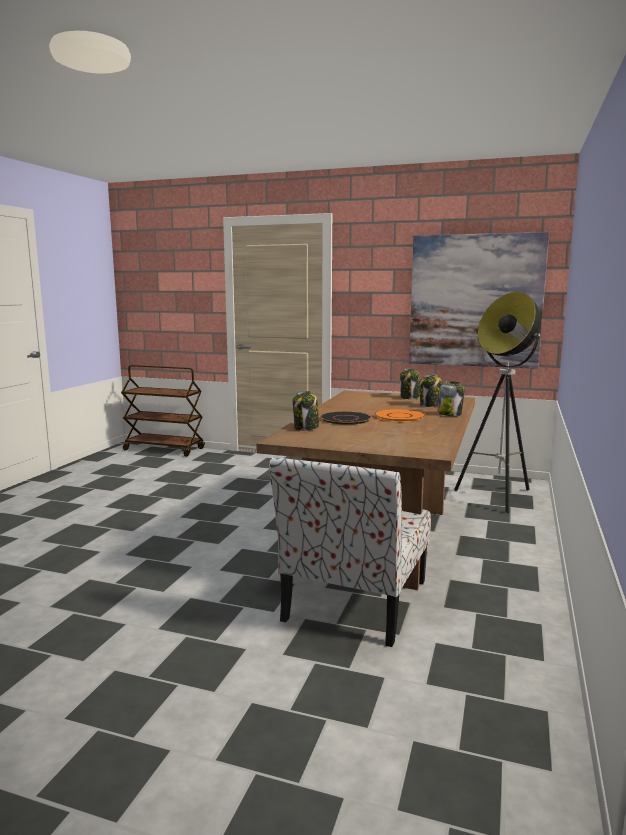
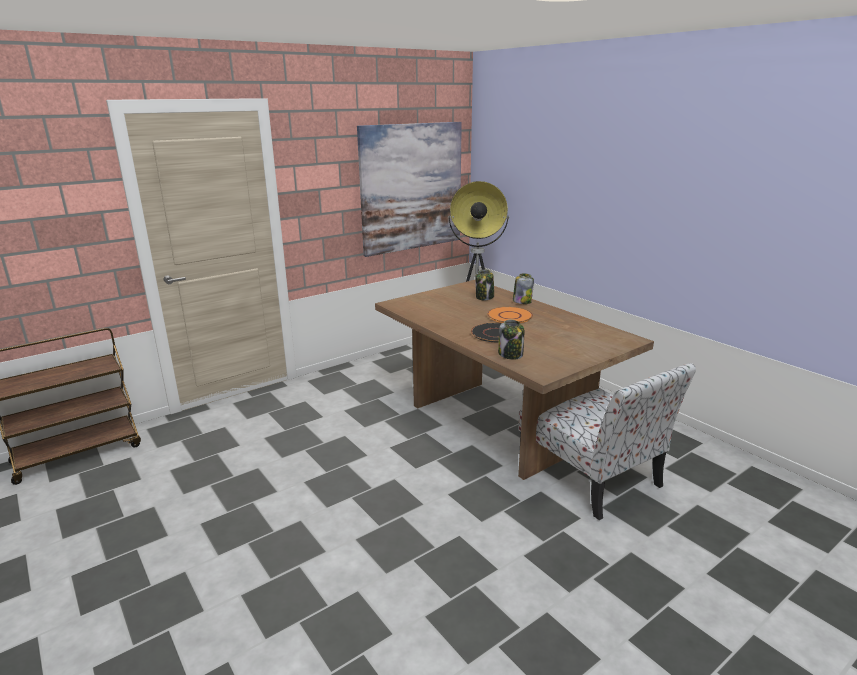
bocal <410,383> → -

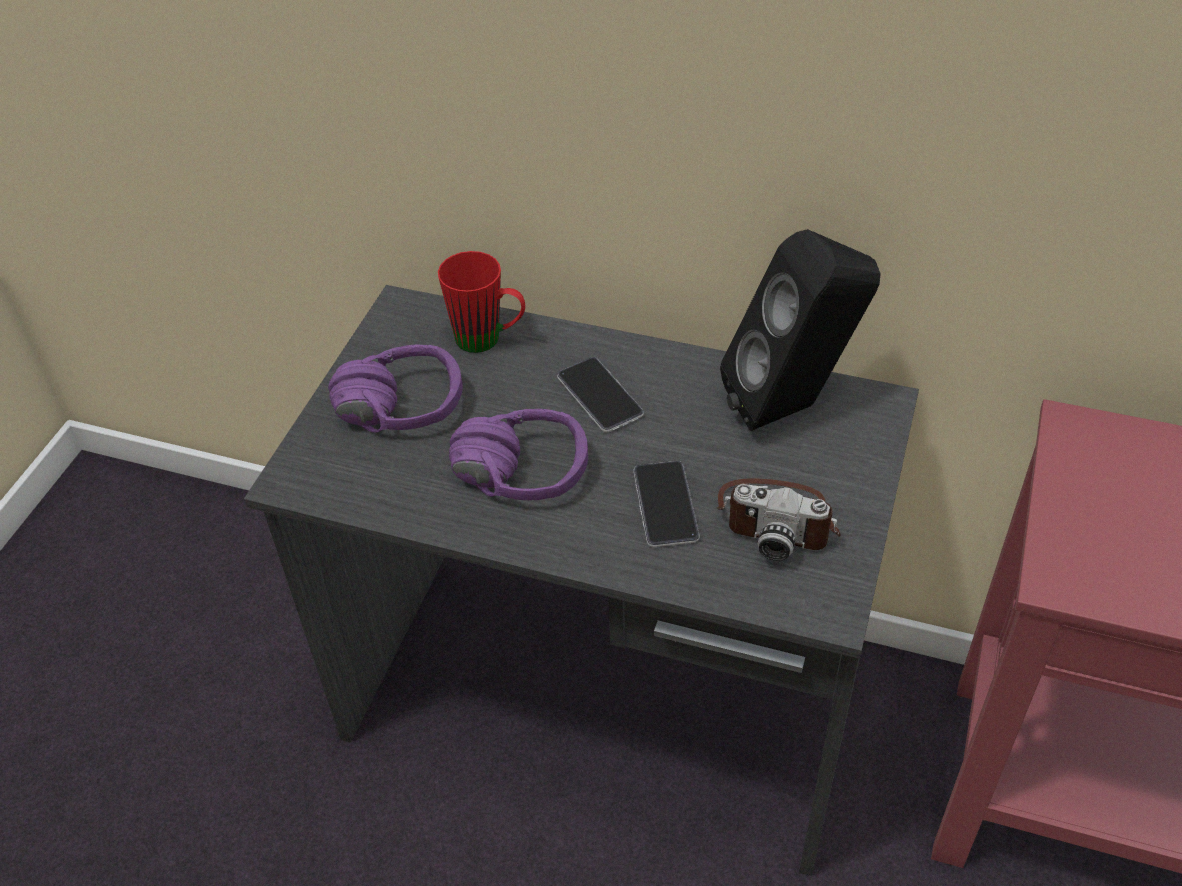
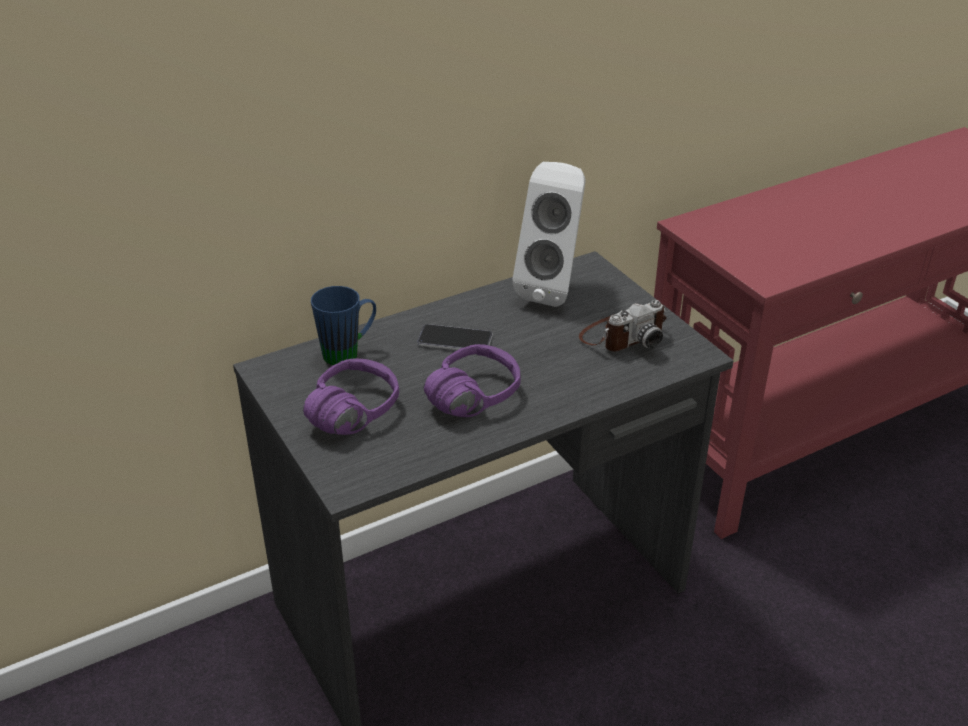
mug [rouge] <481,302> → mug [bleu] <343,325>
enceinte [noir] <800,330> → enceinte [blanc] <549,234>
téléphone <666,504> → -

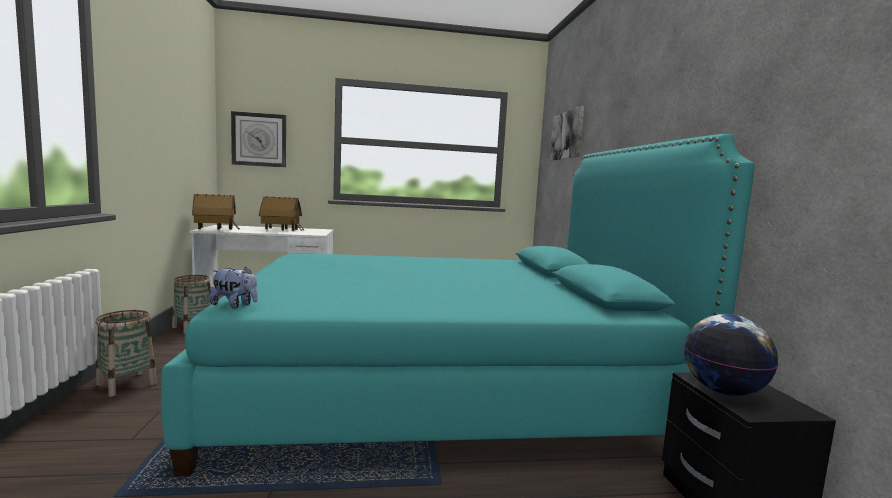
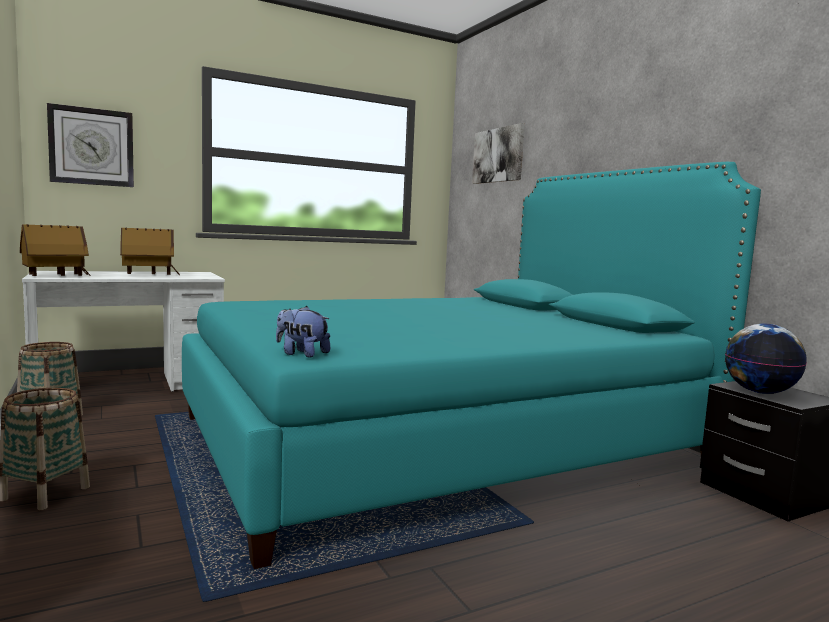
peluche <233,288> → peluche <303,332>, 150 degrees counterclockwise

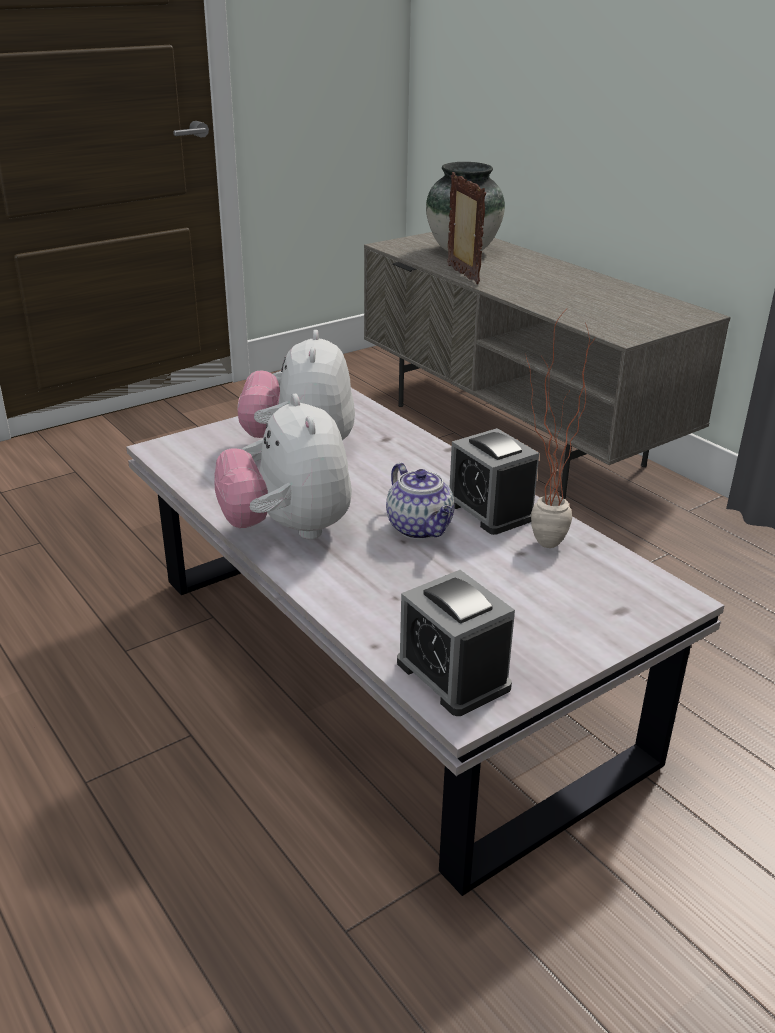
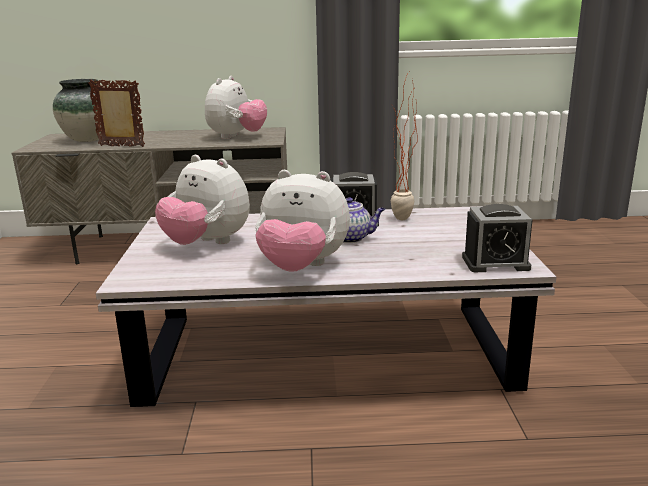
- → peluche <236,107>

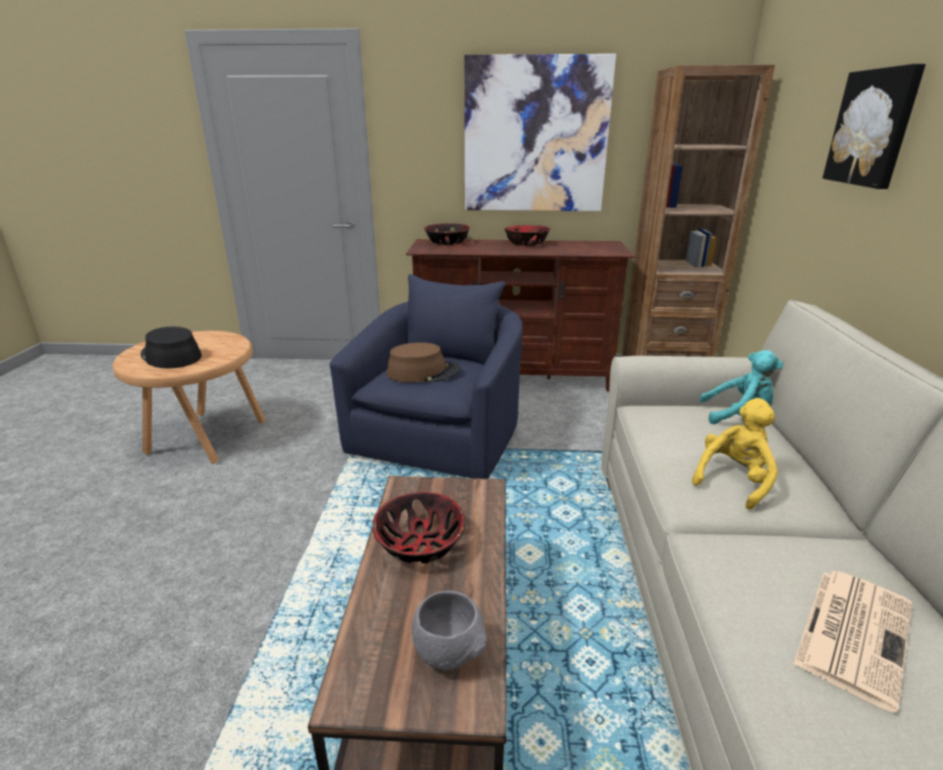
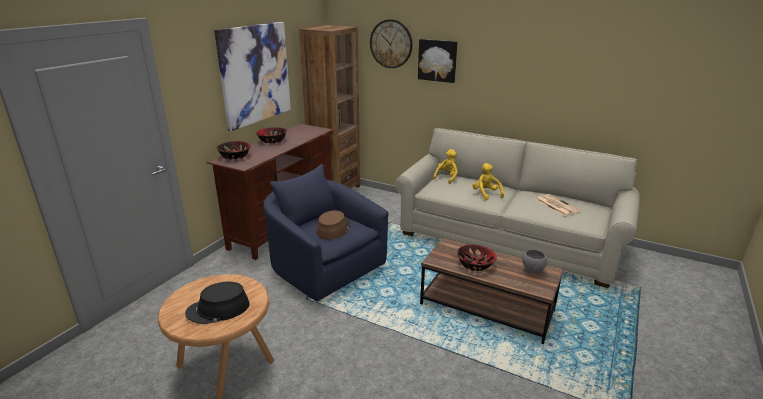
- → horloge murale <391,43>
peluche [turquoise] <741,387> → peluche [jaune] <445,166>

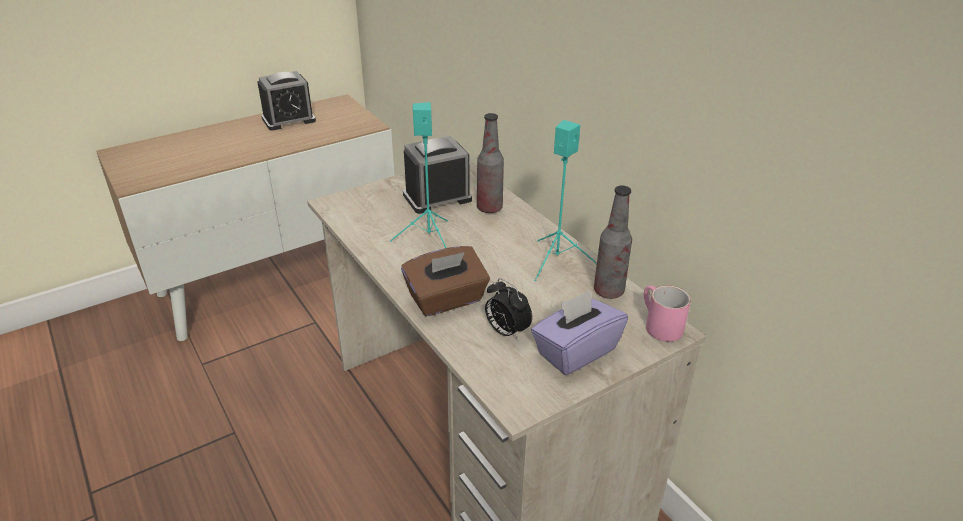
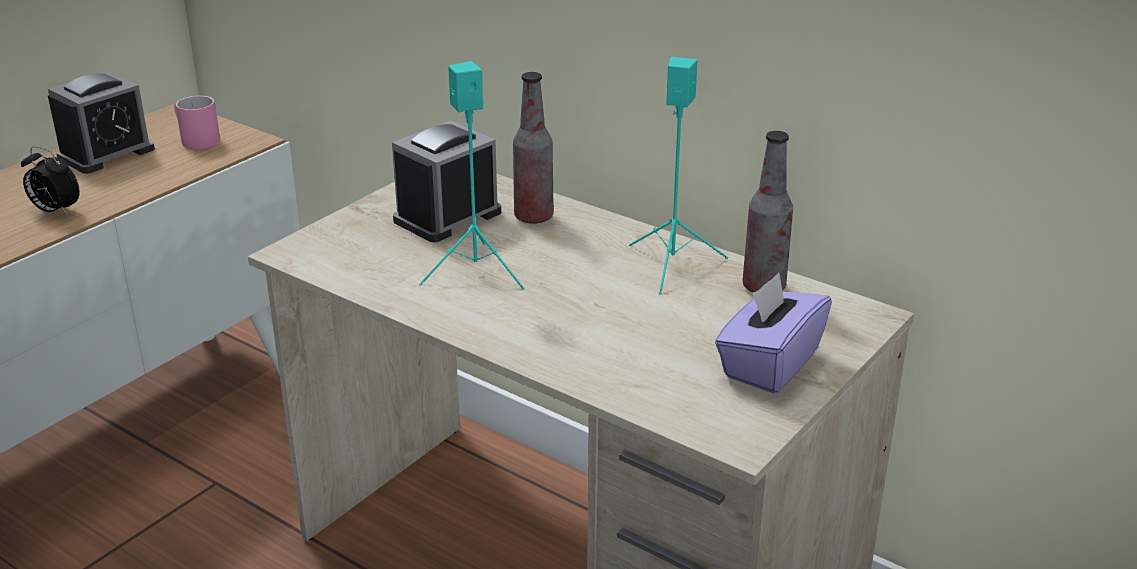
réveil <508,309> → réveil <50,181>, shifted
mug [rose] <667,313> → mug [rose] <197,122>, shifted
boîte à mouchoirs [marron] <445,281> → -

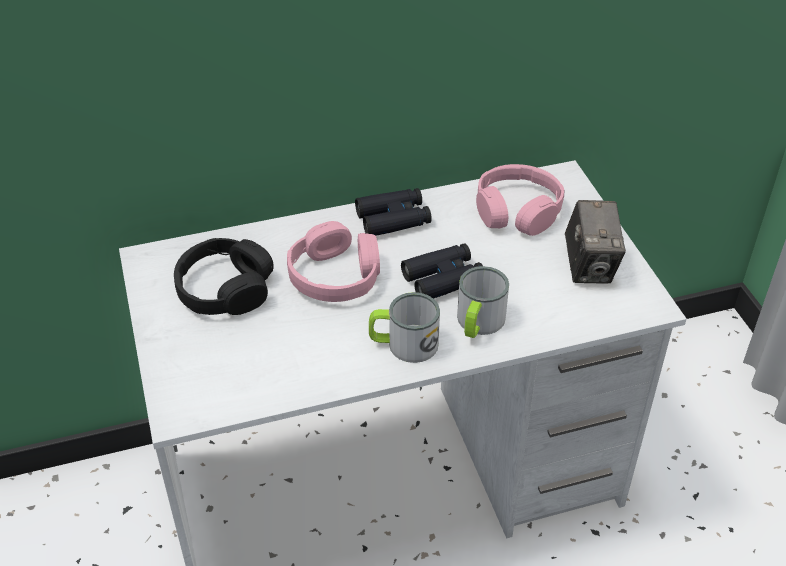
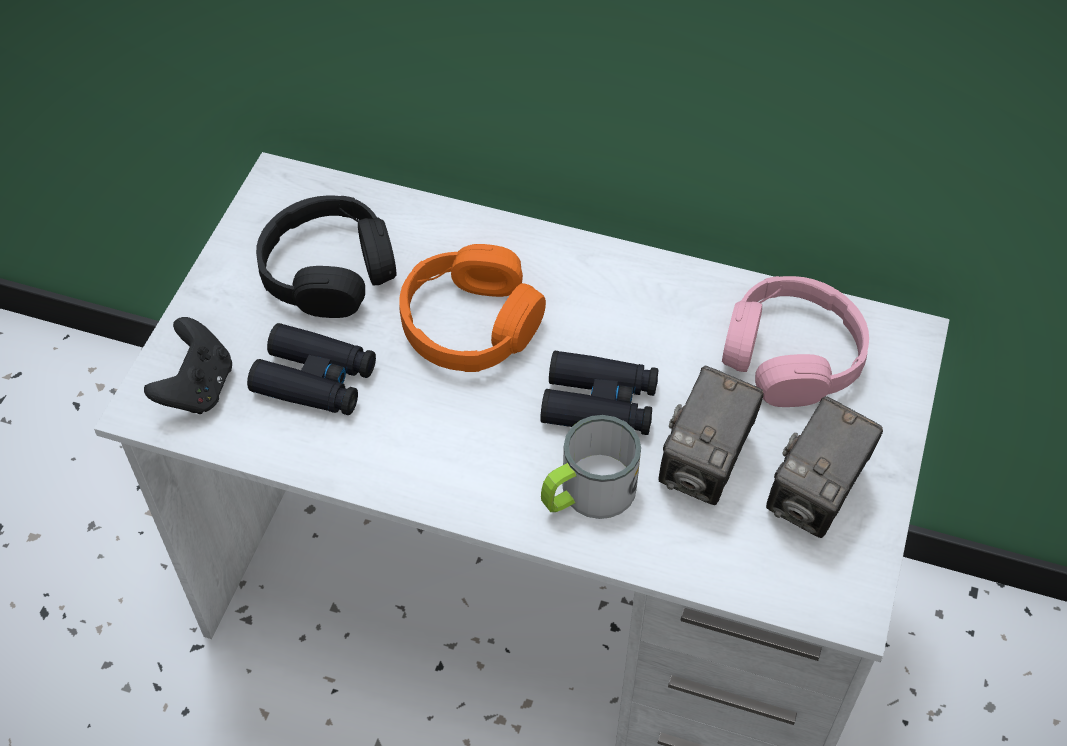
- → manette [noir] <188,365>
jumelles [noir] <393,212> → jumelles [noir] <311,369>, shifted
casque audio [rose] <333,261> → casque audio [orange] <472,308>
- → appareil photo <711,435>
mug <404,327> → -

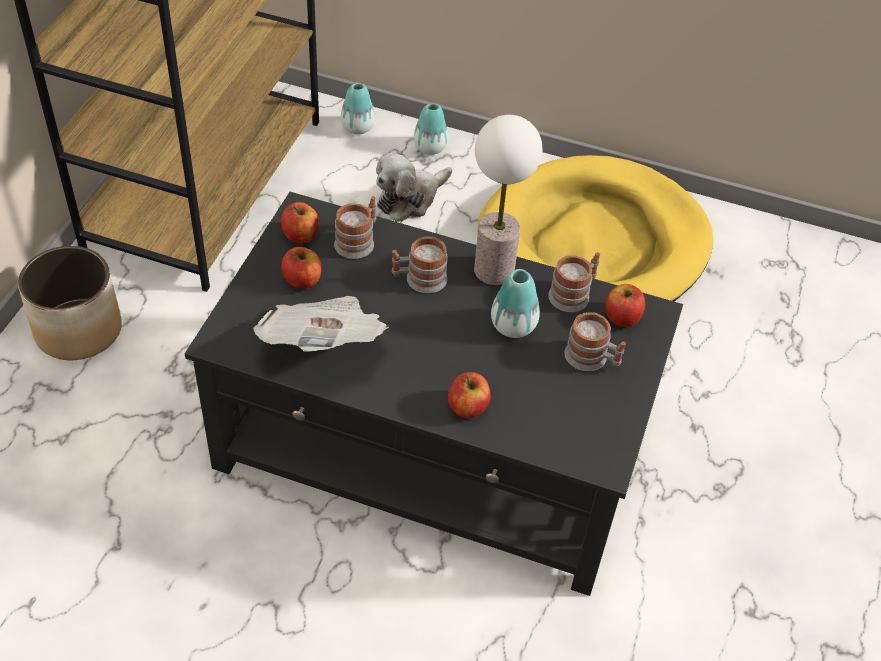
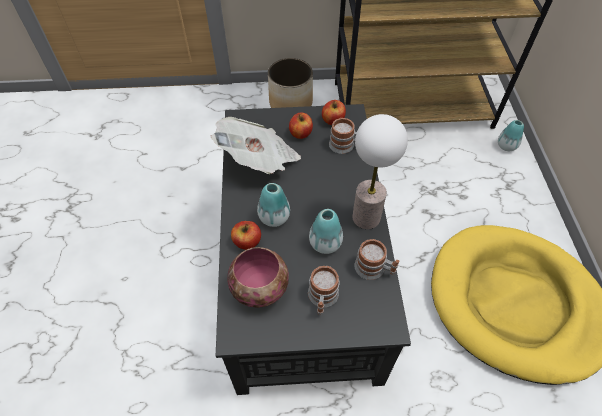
- → bol <258,277>
vase <431,129> → vase <273,205>, shifted
peluche <414,187> → -
mug <420,265> → -
pomme <625,305> → -

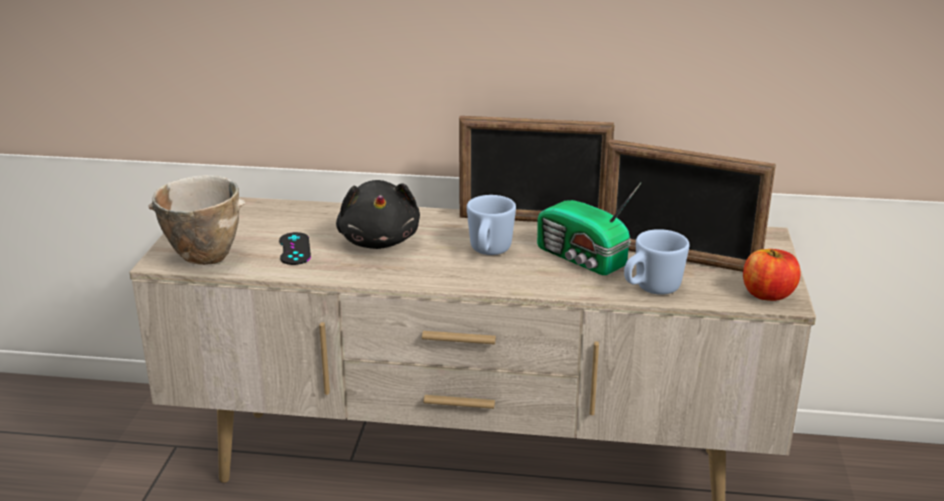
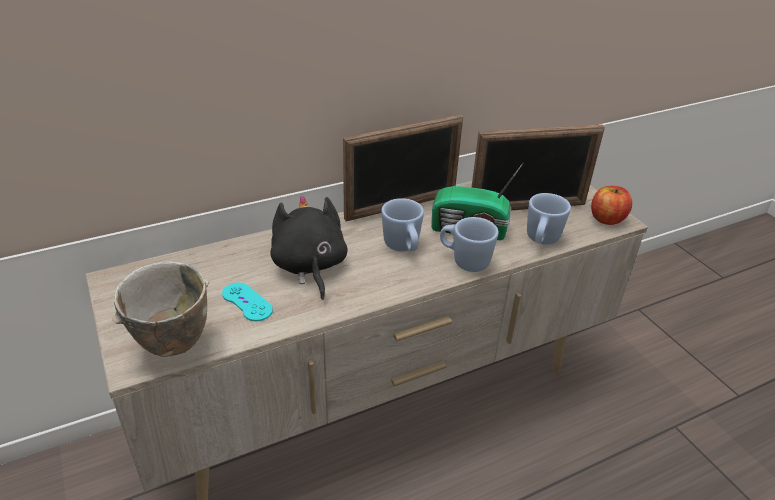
manette [noir] <295,248> → manette [turquoise] <247,302>
peluche [noir] <378,214> → peluche [noir] <309,247>, 150 degrees counterclockwise
- → mug [bleu] <469,244>

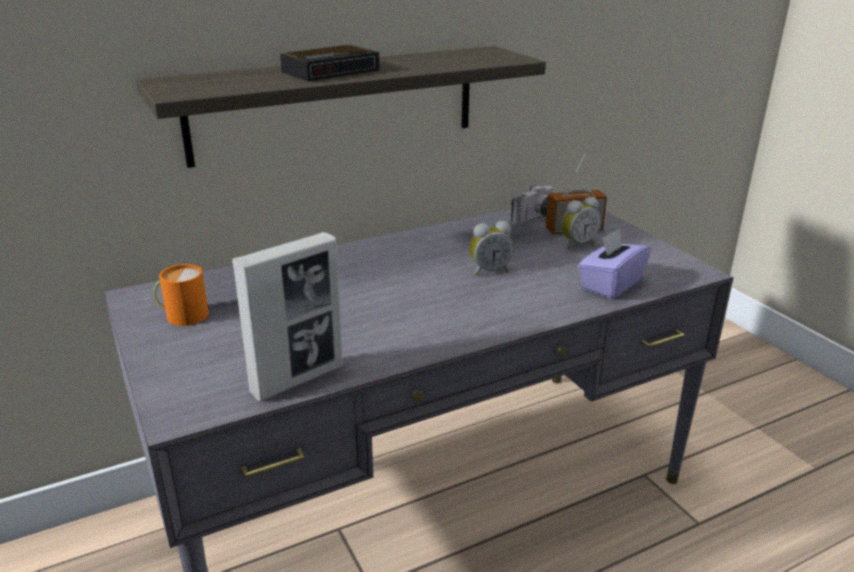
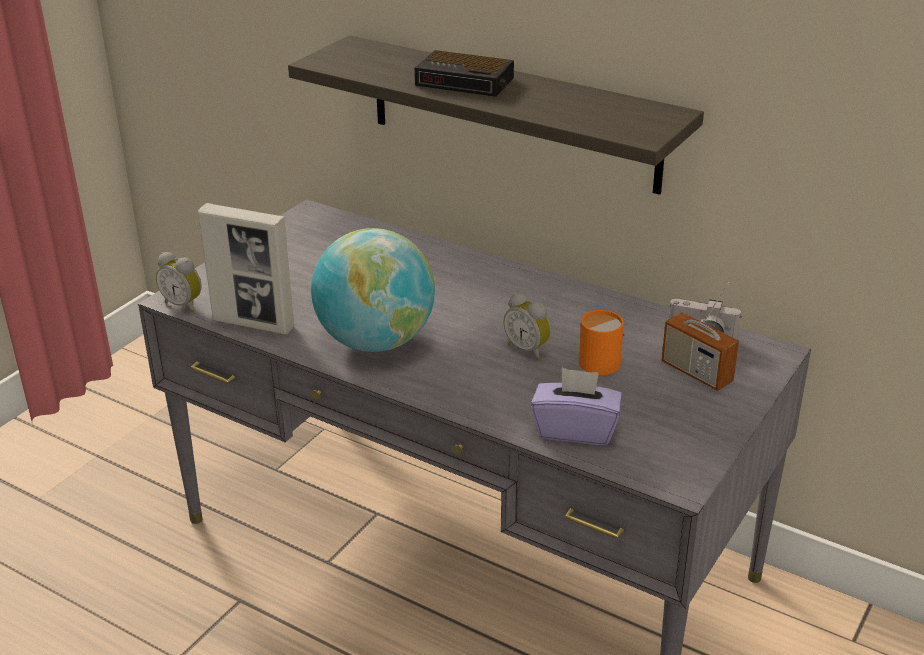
réveil <581,223> → réveil <179,282>, shifted
- → globe <373,290>
mug [orange] <181,295> → mug [orange] <601,342>, shifted

